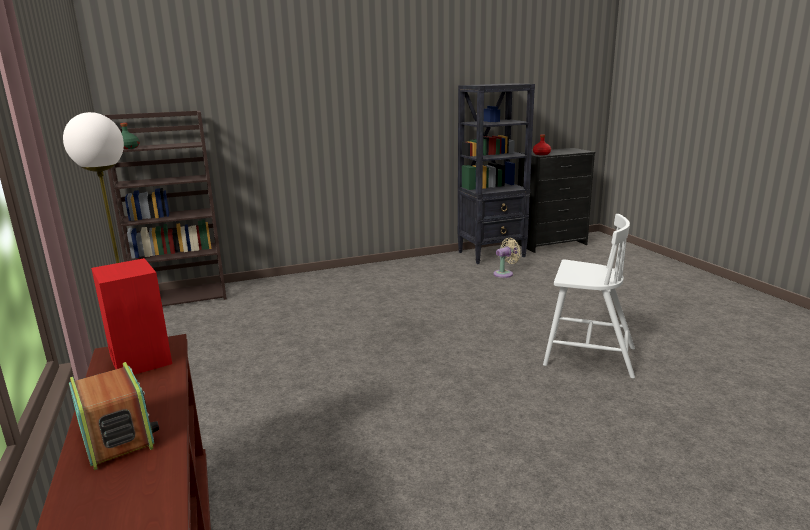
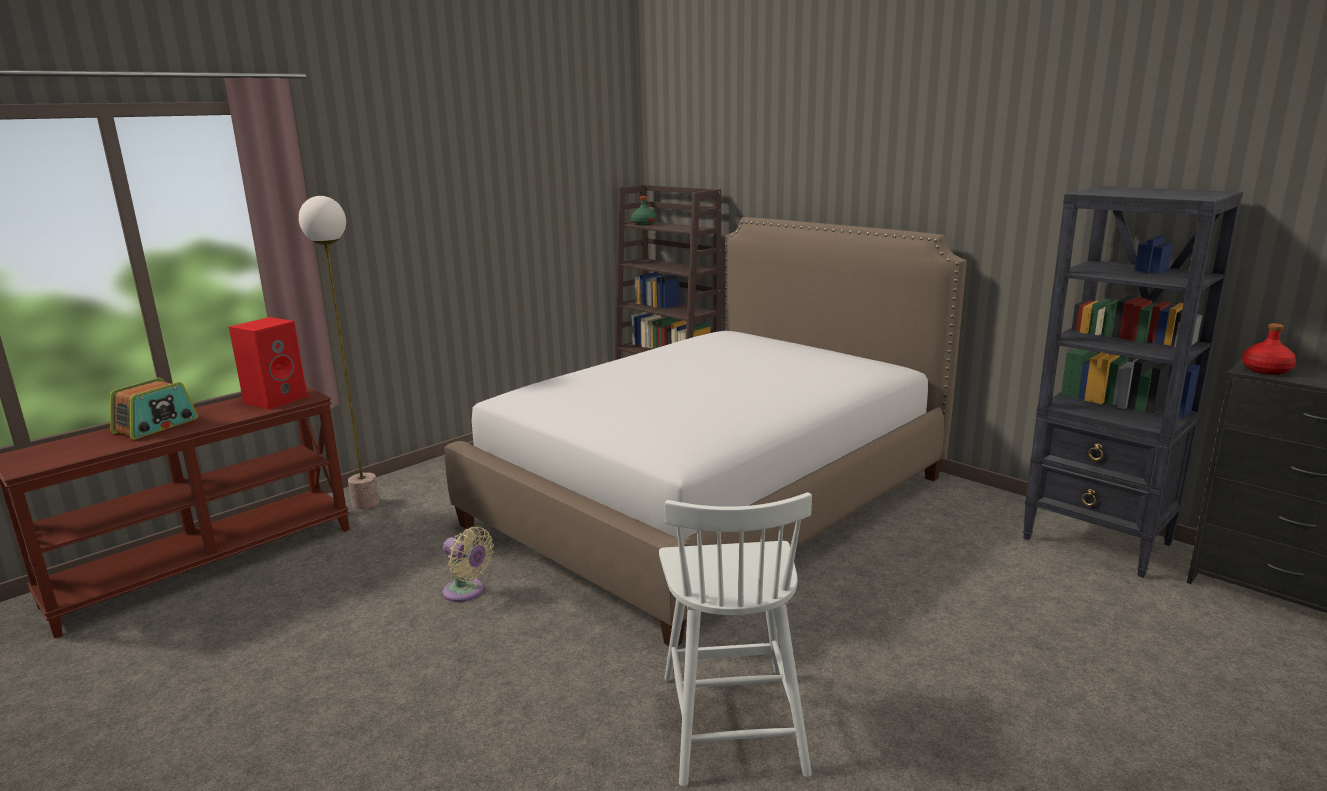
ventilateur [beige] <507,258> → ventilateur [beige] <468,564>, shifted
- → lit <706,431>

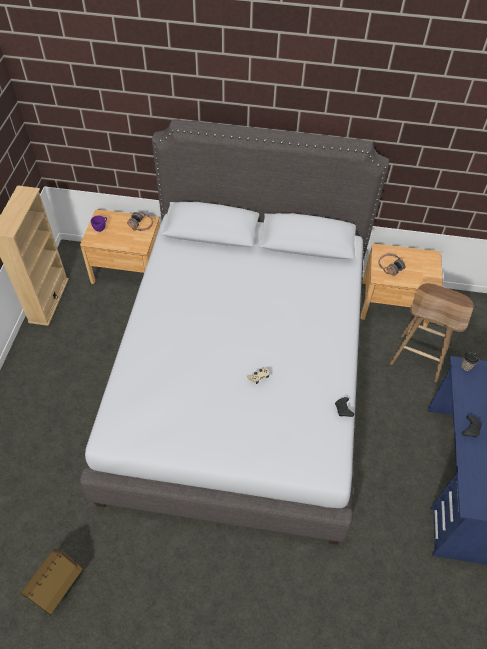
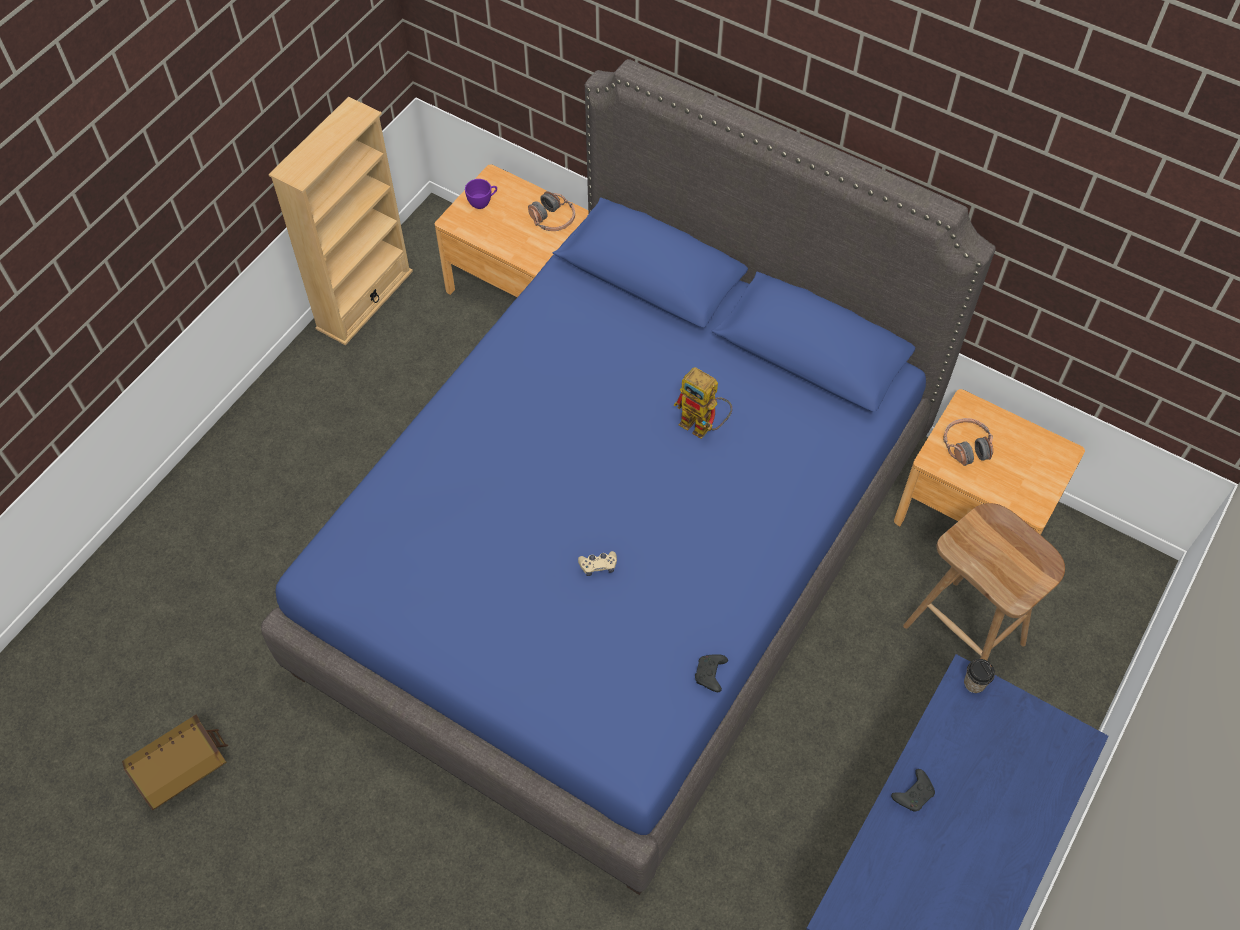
lit [gris] <234,332> → lit [bleu] <628,477>
- → robot jouet <703,403>

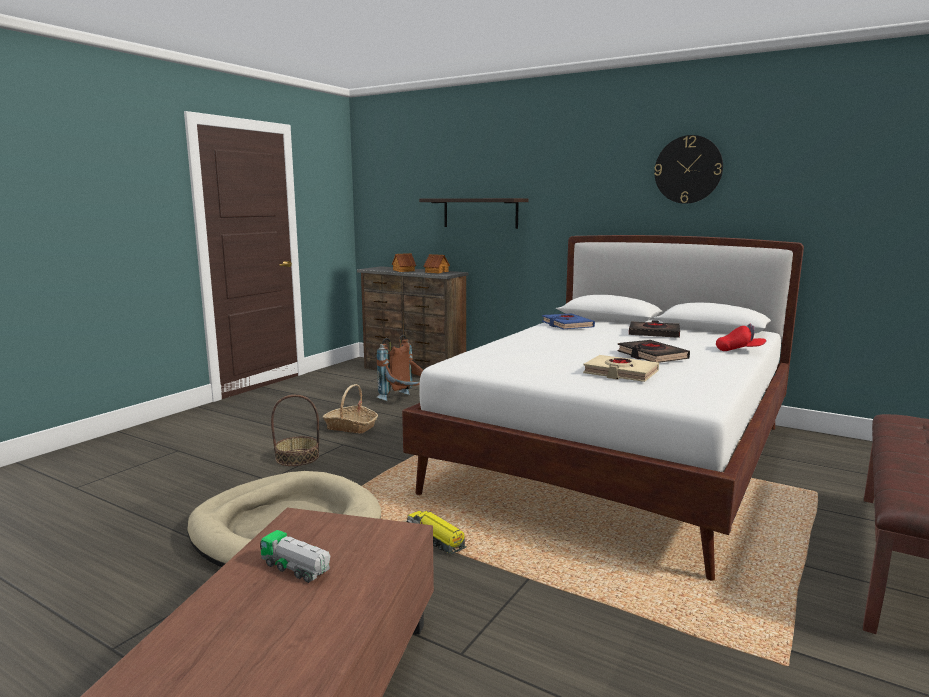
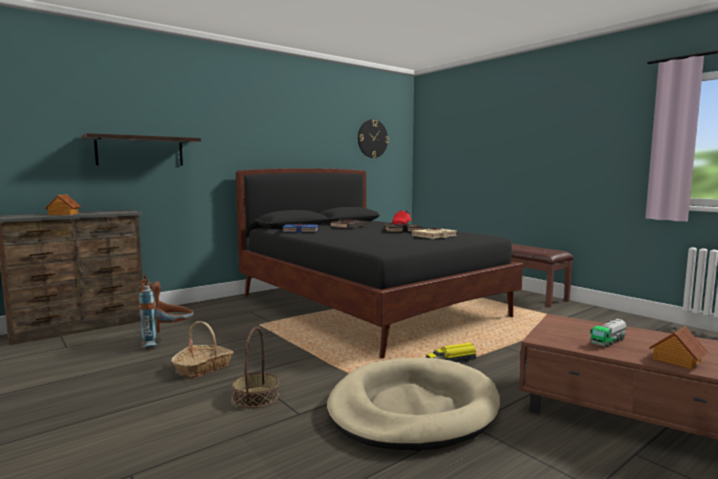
lit [blanc] <603,408> → lit [noir] <379,263>
horloge murale <688,169> → horloge murale <373,138>, shifted
maison miniature <436,263> → maison miniature <678,348>, shifted

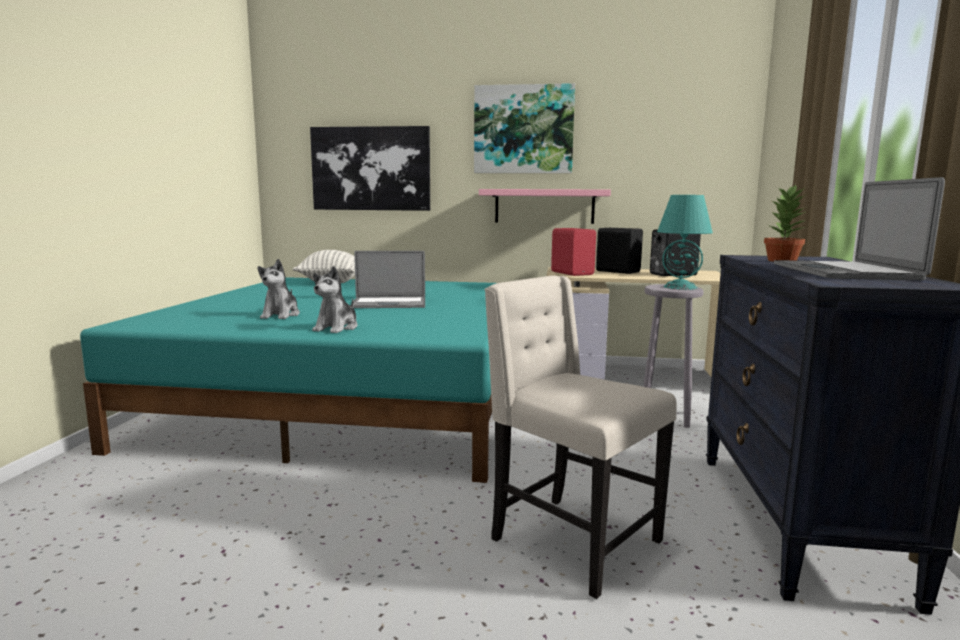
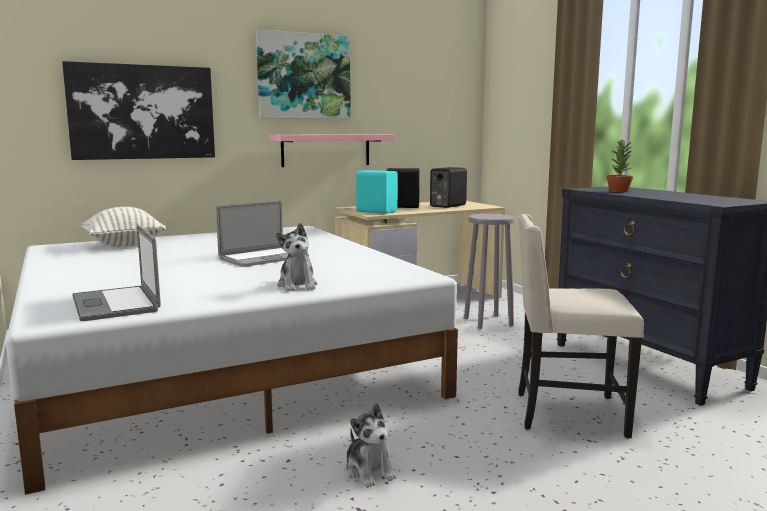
lit [turquoise] <288,380> → lit [blanc] <232,360>
ordinateur portable <859,228> → ordinateur portable <116,272>, shifted
peluche <279,289> → peluche <371,445>, shifted
enceinte [rouge] <573,252> → enceinte [turquoise] <377,192>
lampe de table [turquoise] <685,242> → -

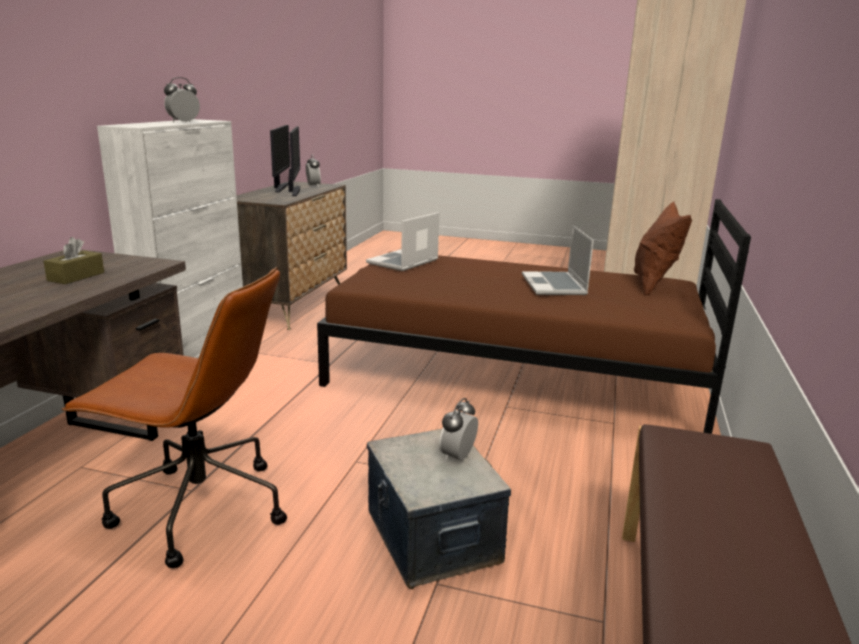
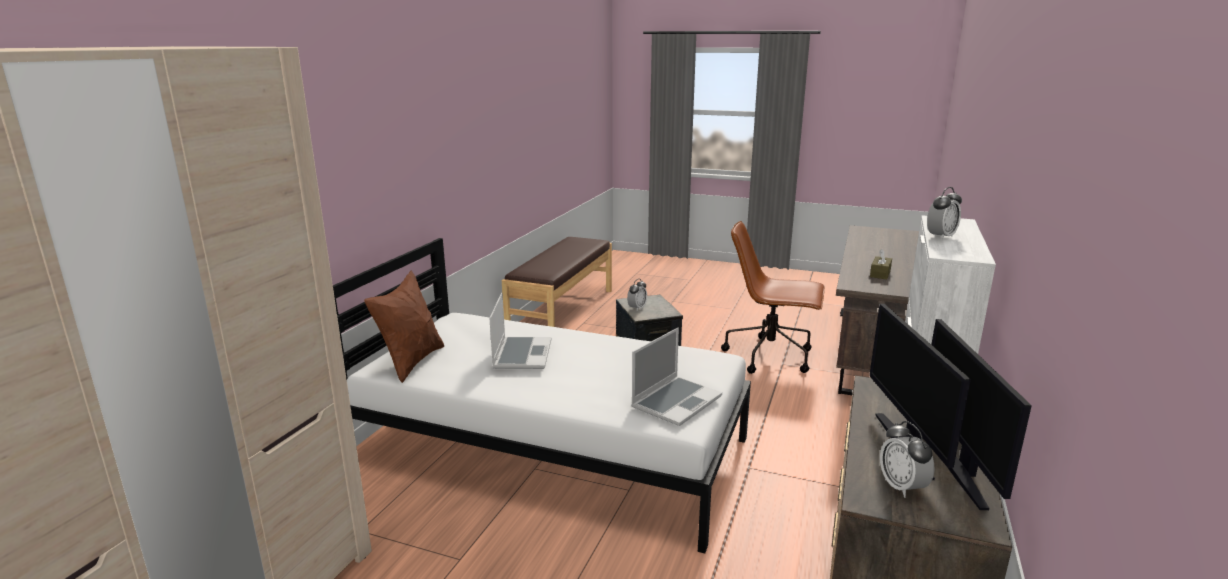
lit [marron] <534,316> → lit [blanc] <542,396>

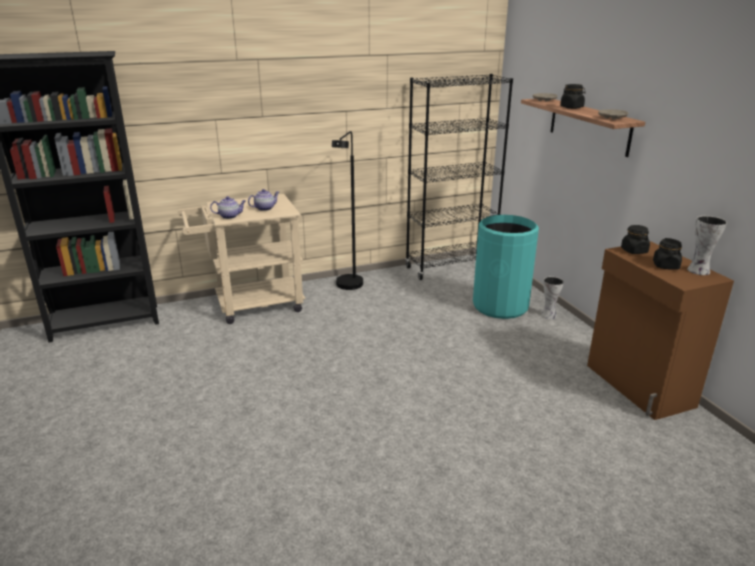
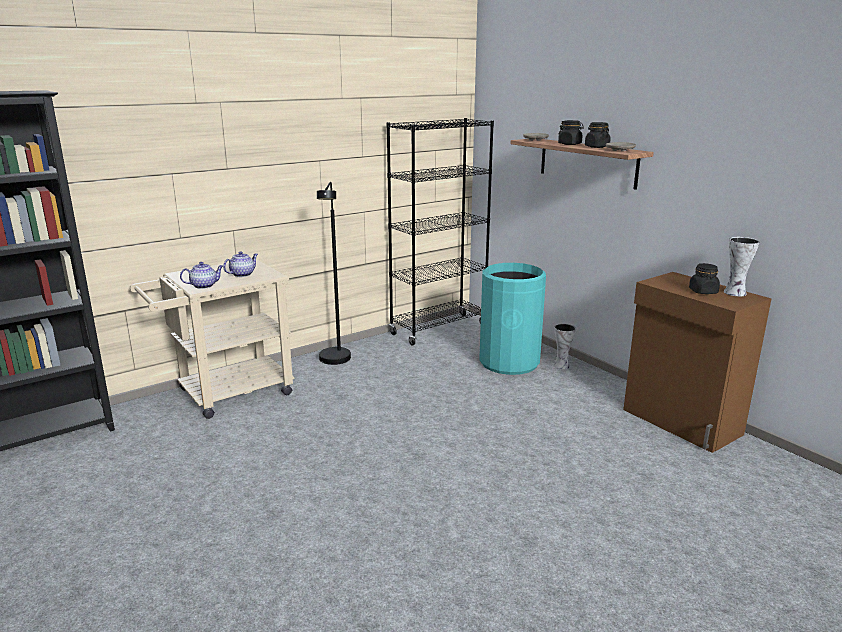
bocal [noir] <635,239> → bocal [noir] <598,135>, shifted

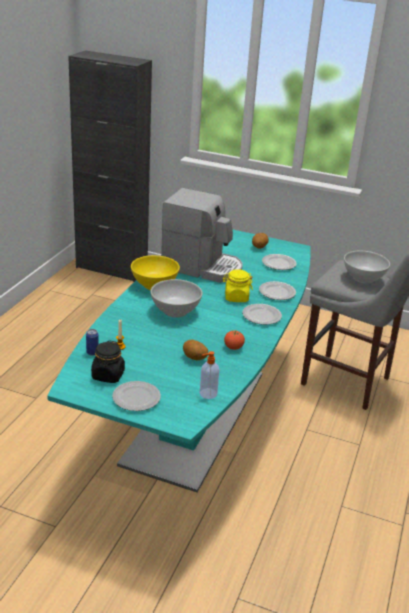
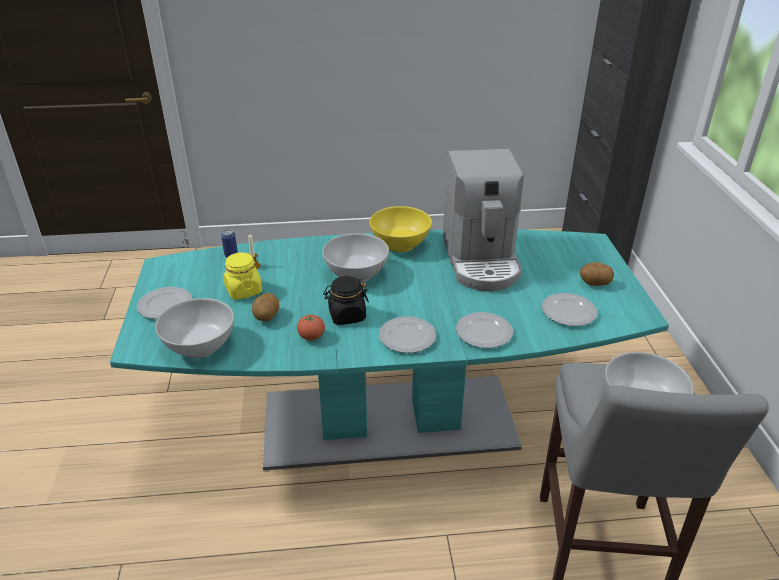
distributeur de savon <210,375> → bol [blanc] <194,328>
bocal [jaune] <238,285> → bocal [jaune] <242,276>, shifted
bocal [noir] <108,361> → bocal [noir] <346,300>, shifted

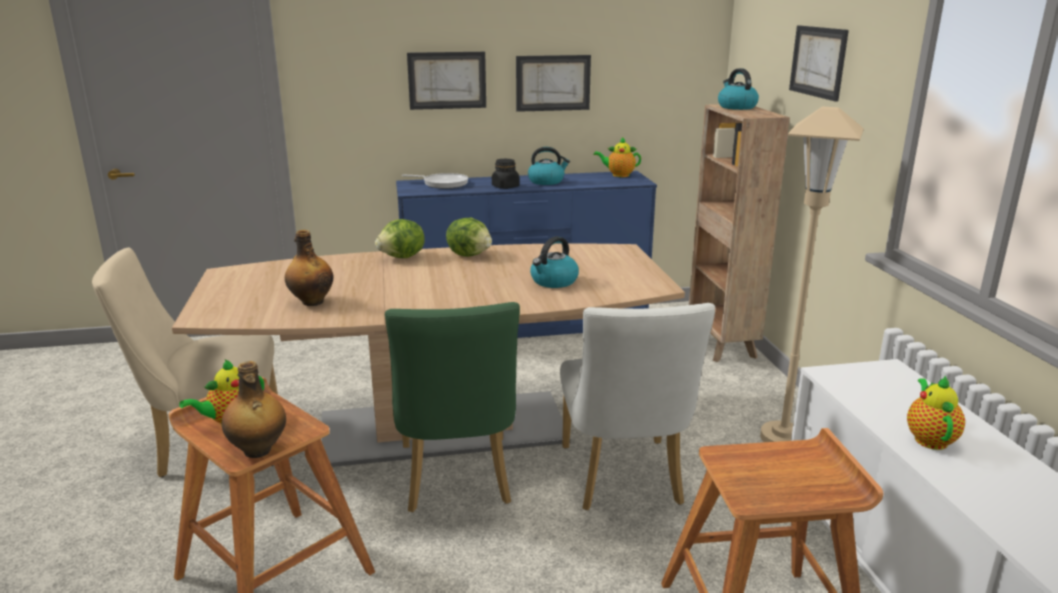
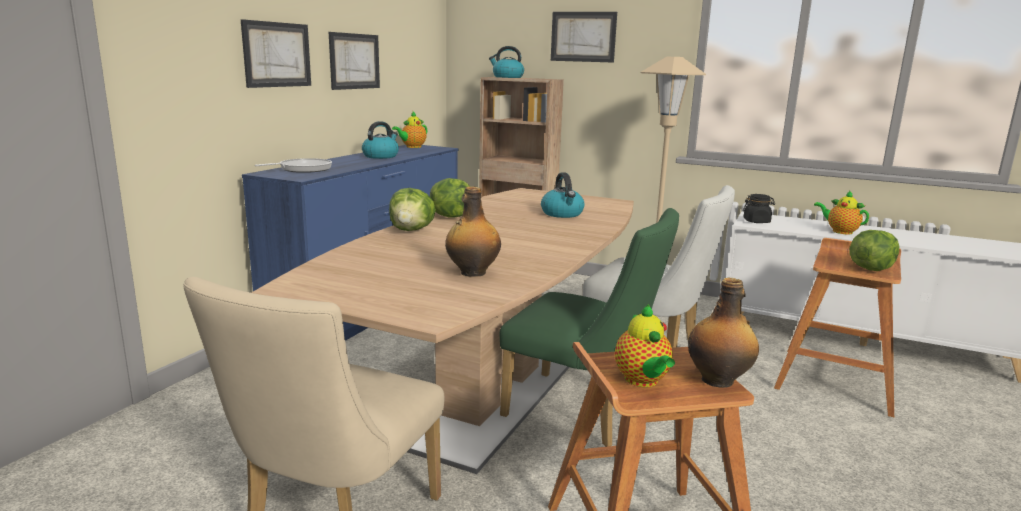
bocal [noir] <506,174> → bocal [noir] <759,208>, shifted
- → laitue <874,250>

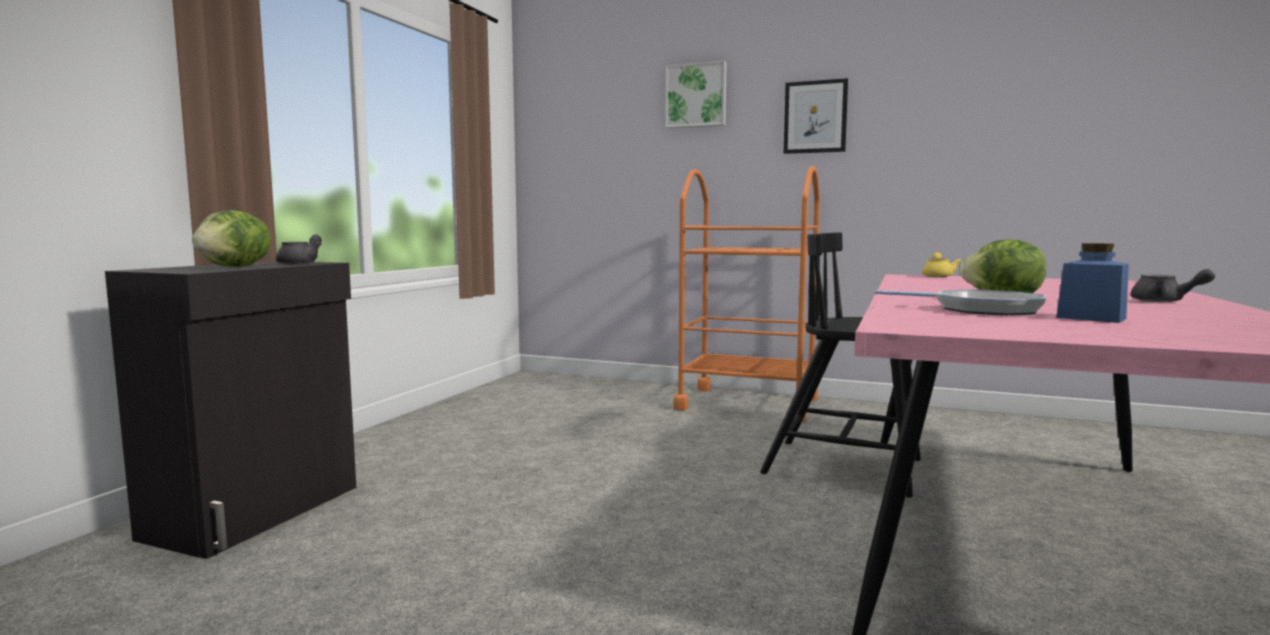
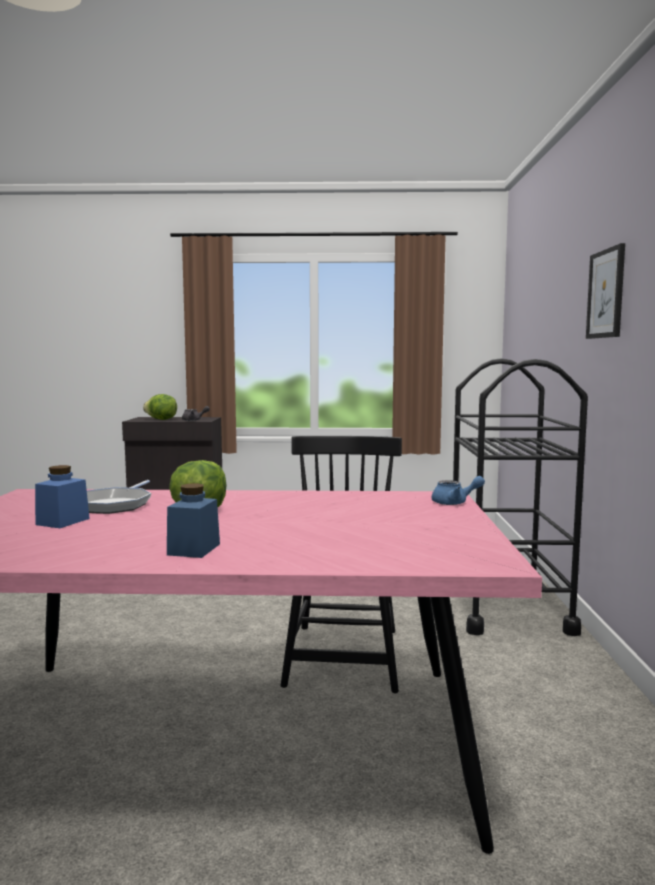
théière [gris] <1173,285> → bocal [bleu] <193,520>
théière [jaune] <941,264> → théière [bleu] <458,490>
chariot [orange] <746,294> → chariot [noir] <520,497>
tableau <696,94> → -

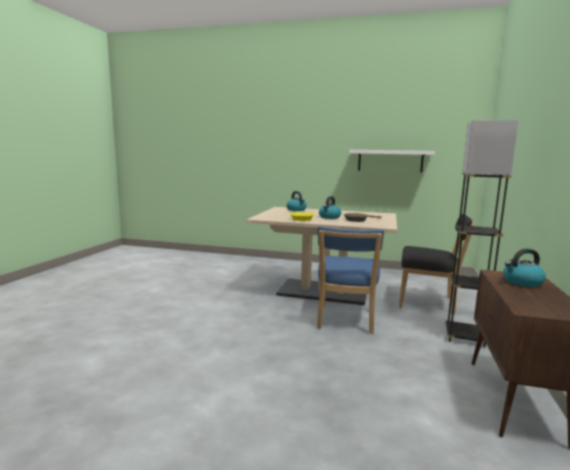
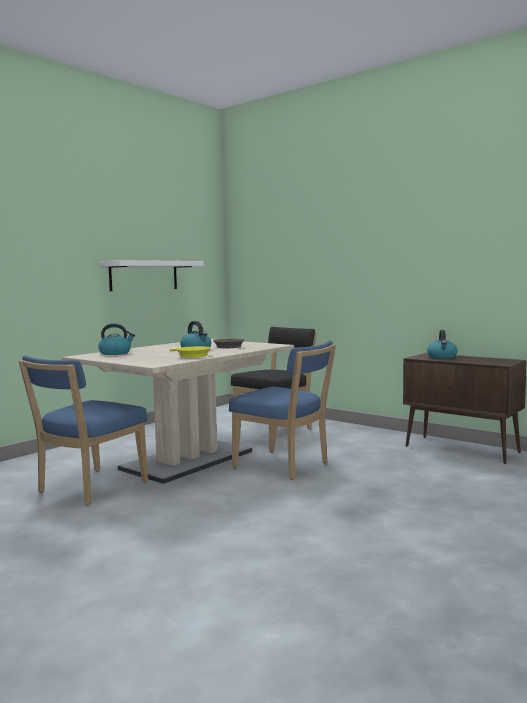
- → chaise [bleu] <83,431>
lampadaire [gris] <482,233> → -

